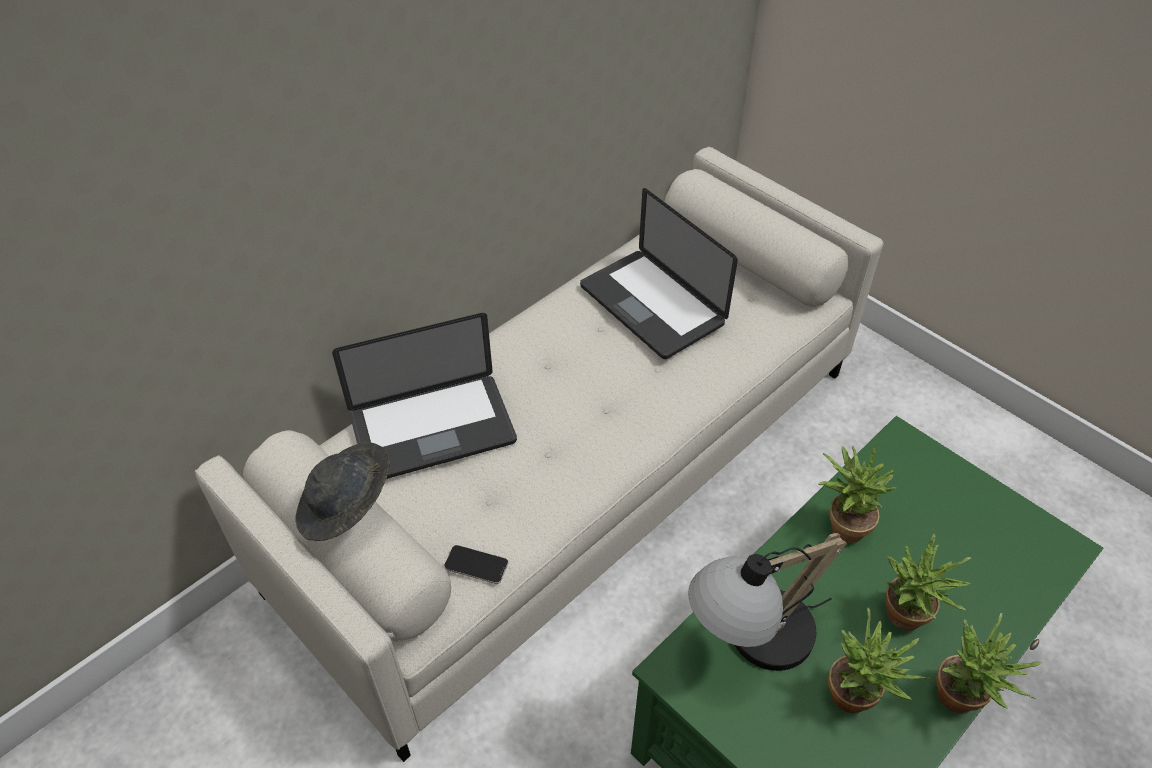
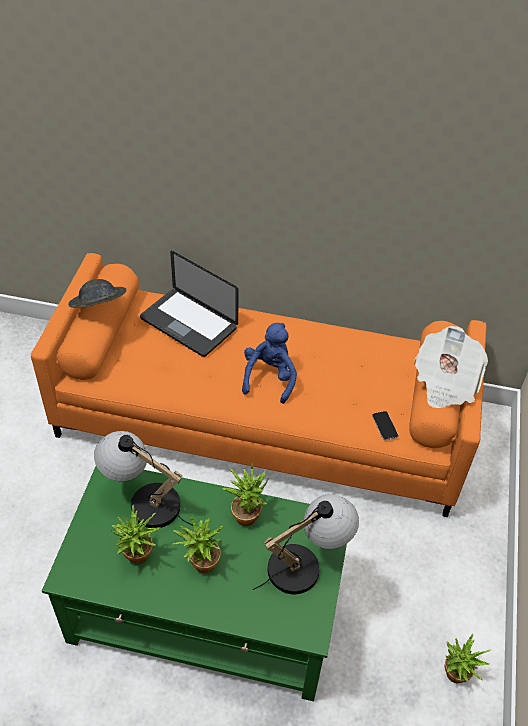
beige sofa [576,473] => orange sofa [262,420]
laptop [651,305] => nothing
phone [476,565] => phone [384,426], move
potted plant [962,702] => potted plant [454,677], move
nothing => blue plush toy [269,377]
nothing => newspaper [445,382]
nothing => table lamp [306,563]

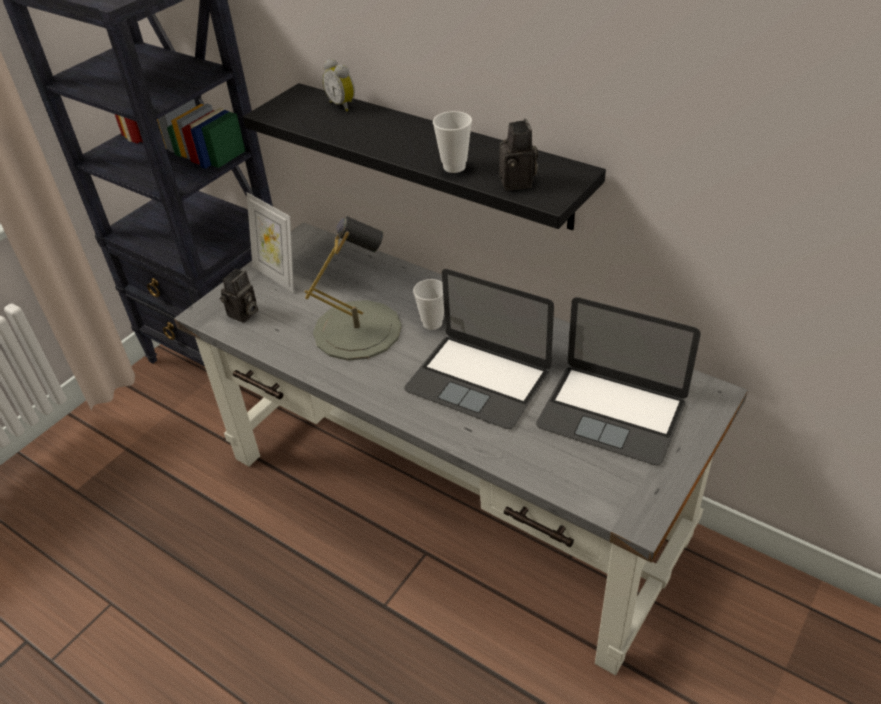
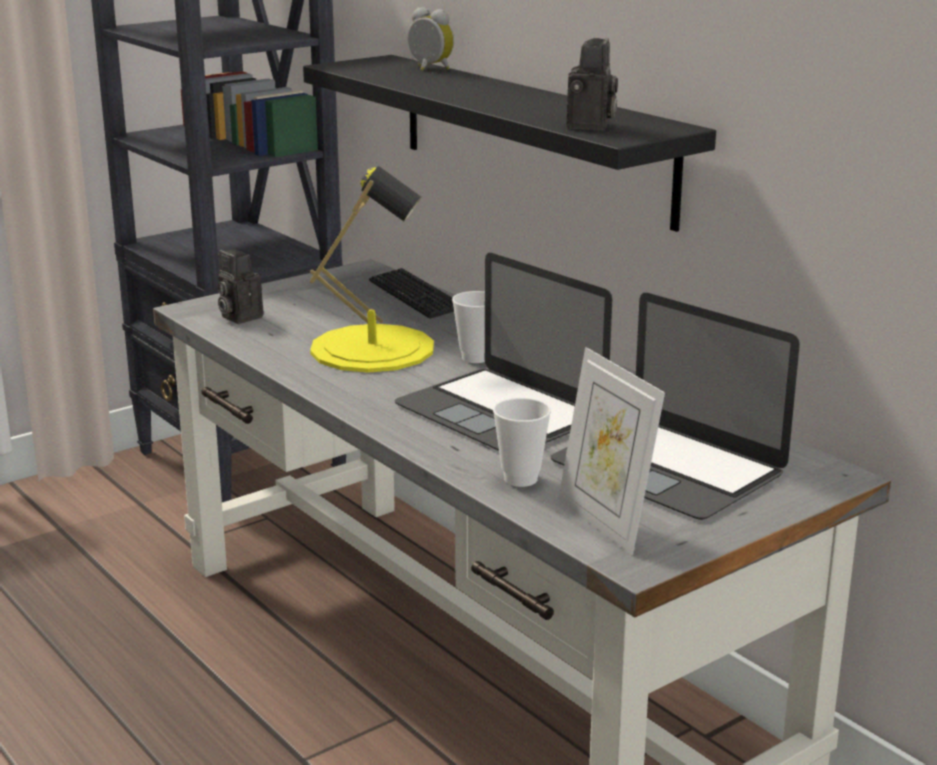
alarm clock [343,105] => alarm clock [429,69], 150 degrees clockwise
cup [454,167] => cup [520,479], move
picture frame [278,276] => picture frame [605,523], move
grey table lamp [357,330] => yellow table lamp [373,348]
photo camera [243,314] => photo camera [238,316], 90 degrees clockwise
nothing => keyboard [415,296]

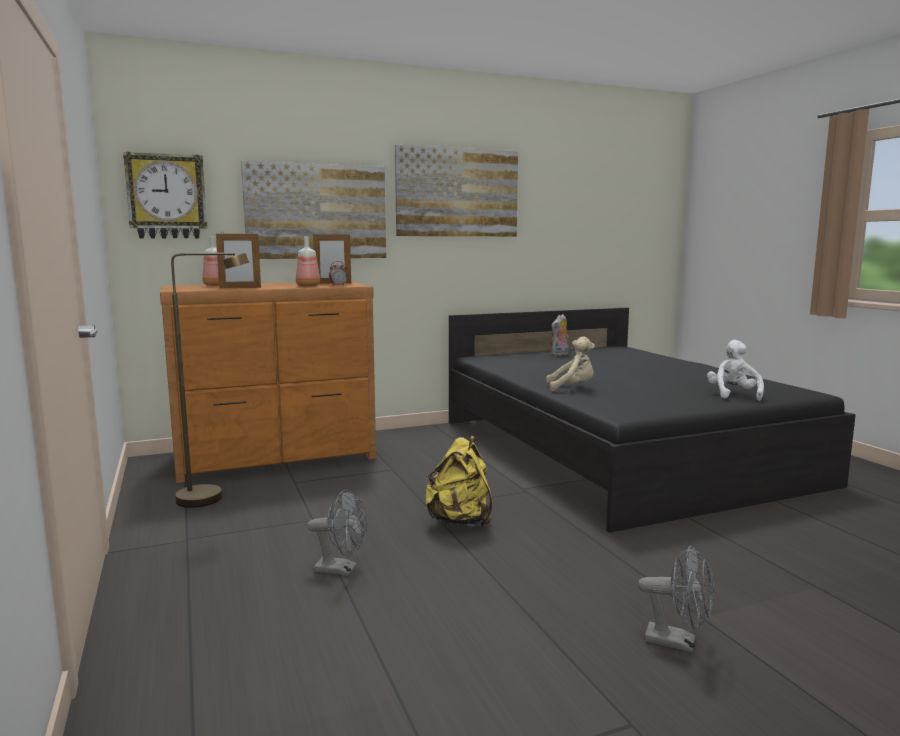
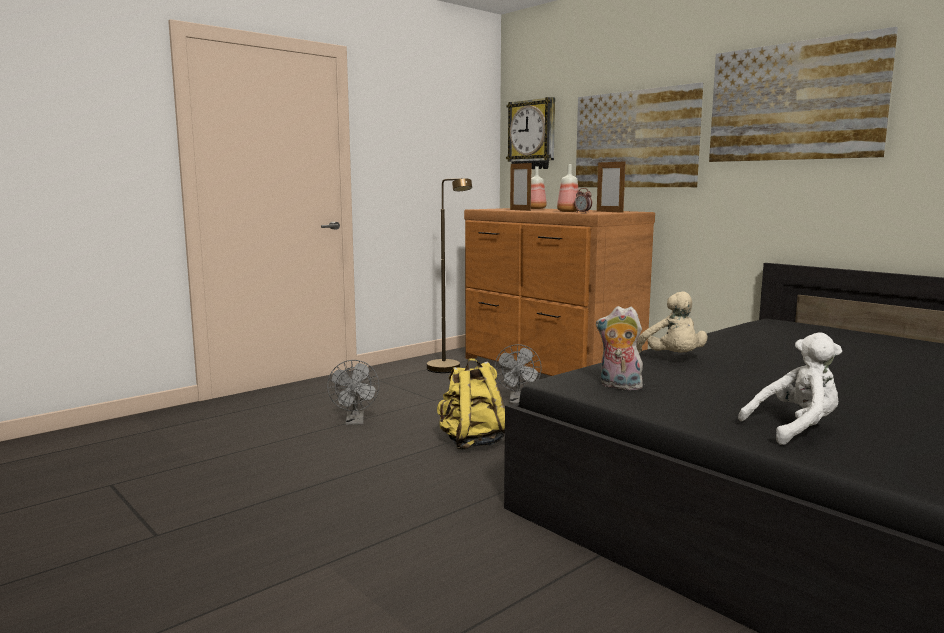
plush toy [560,354] => plush toy [618,386], move
grey fan [678,642] => grey fan [518,401], move

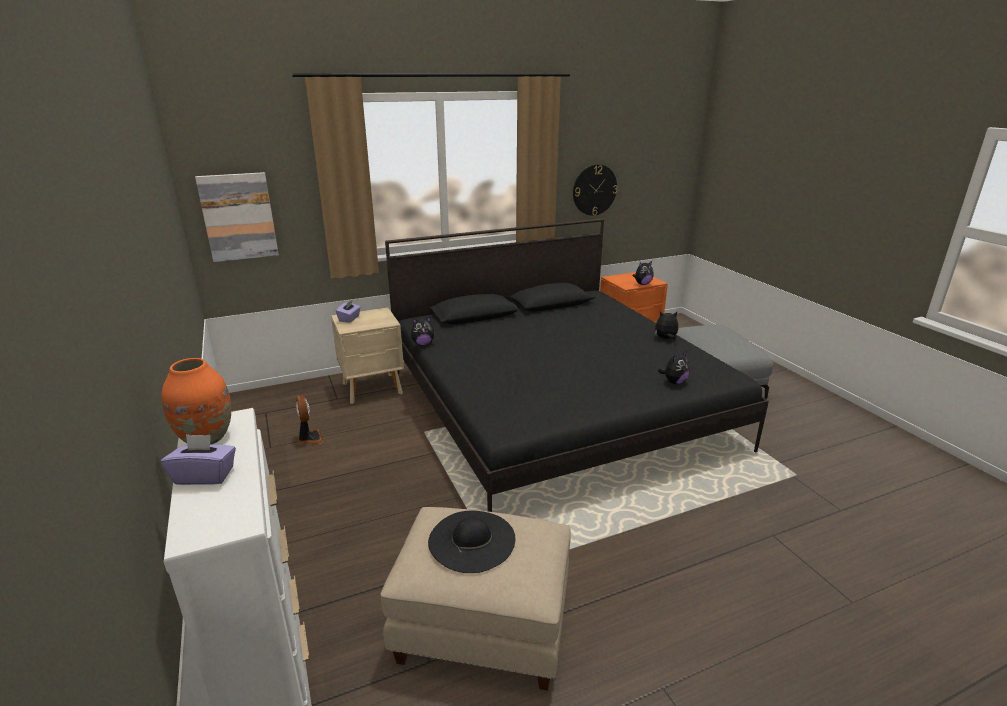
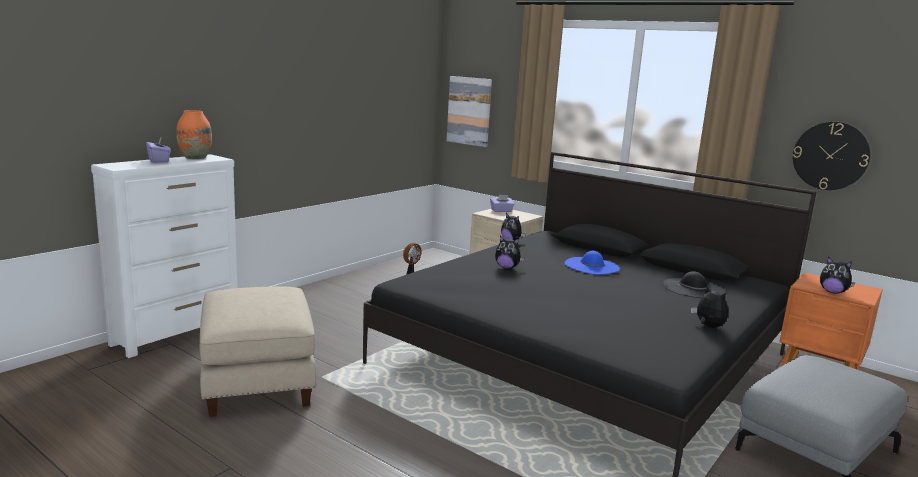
plush toy [674,382] => plush toy [507,267], move
black hat [472,540] => black hat [693,288], move
nothing => blue hat [591,266]

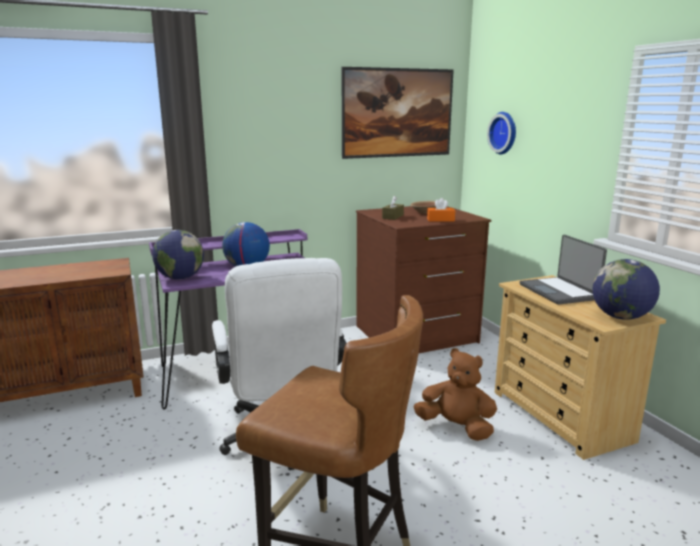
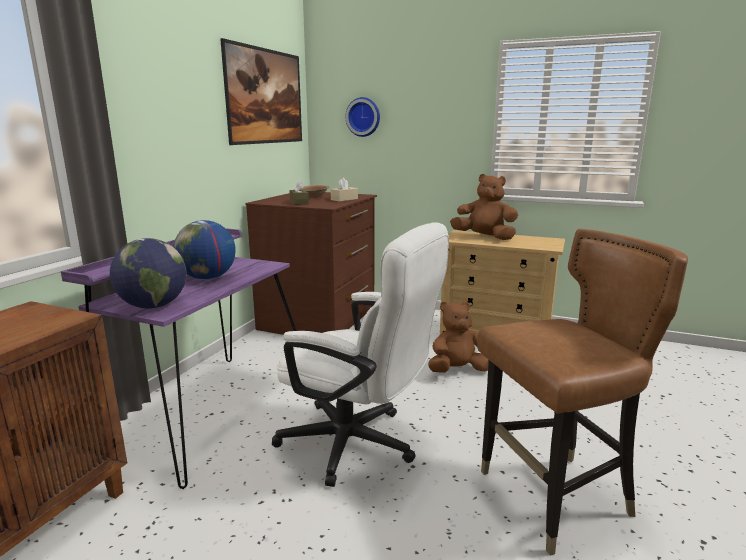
orange tissue box [440,220] => beige tissue box [344,199]
laptop [559,292] => brown plush toy [484,237]
globe [620,317] => nothing

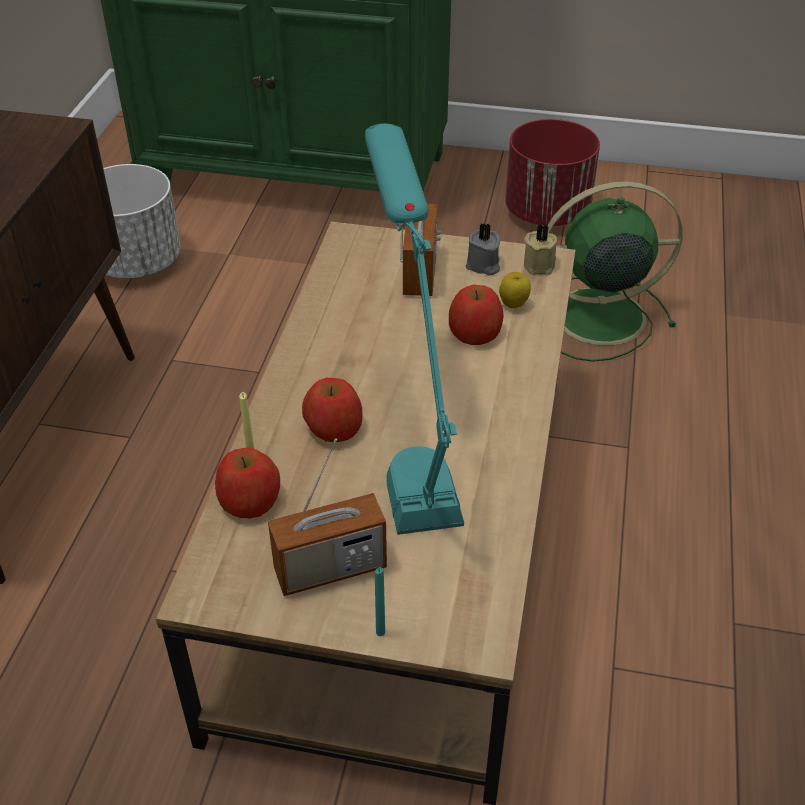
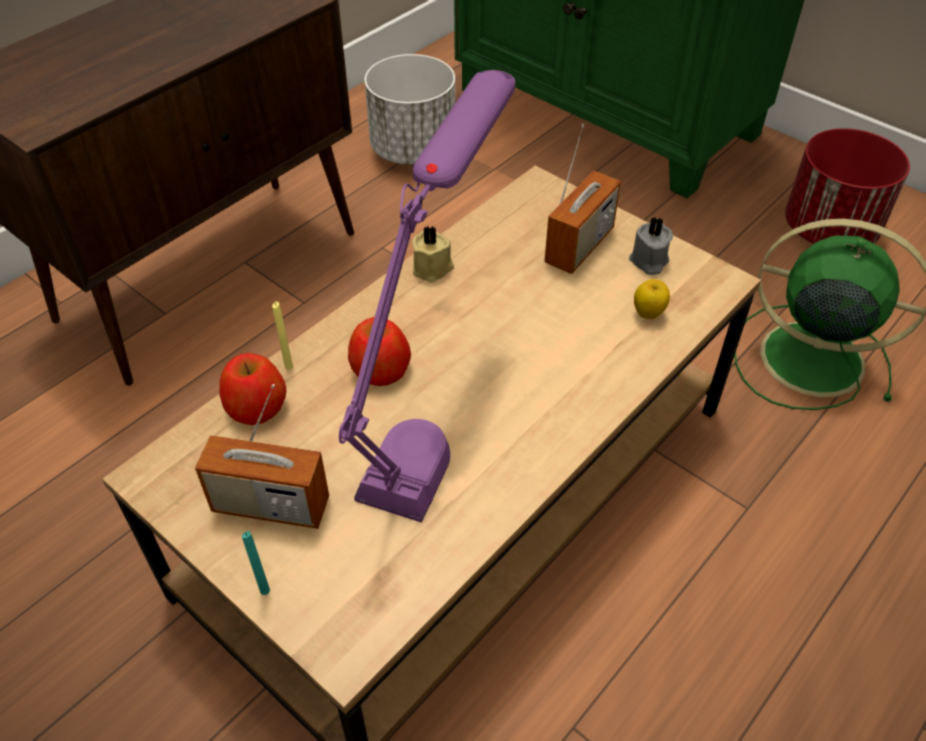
turquoise table lamp [410,446] => purple table lamp [434,417]
beige candle [540,264] => beige candle [433,269], move
apple [475,332] => nothing

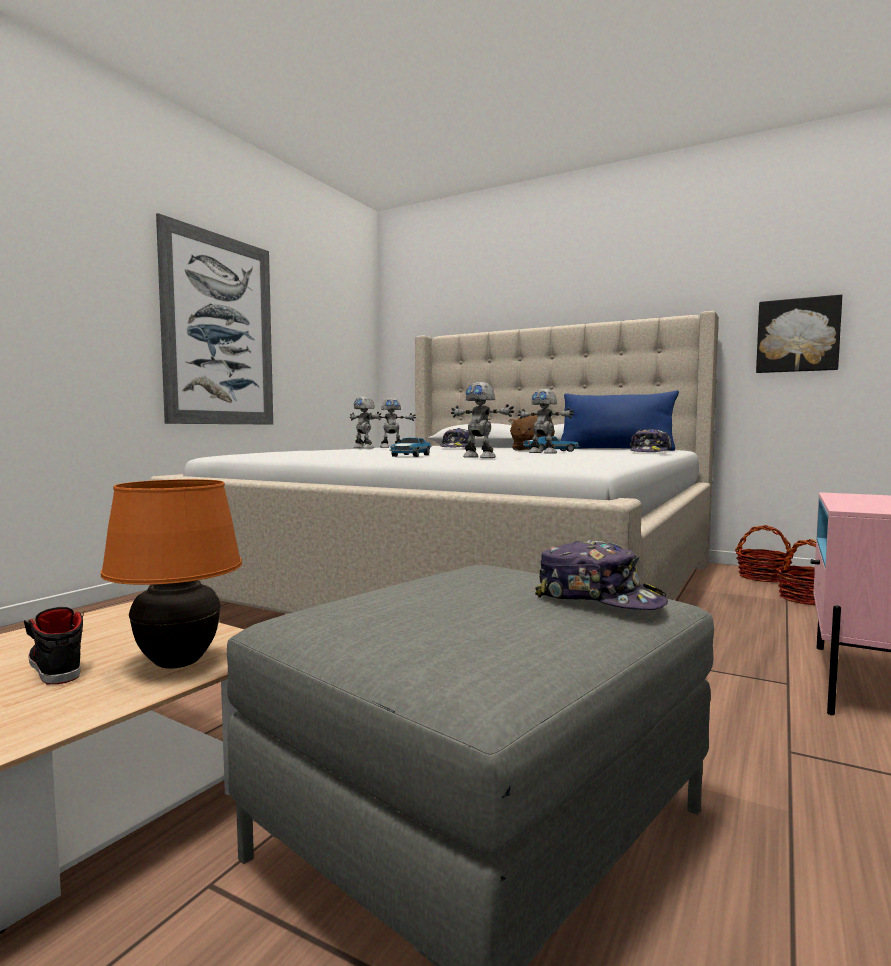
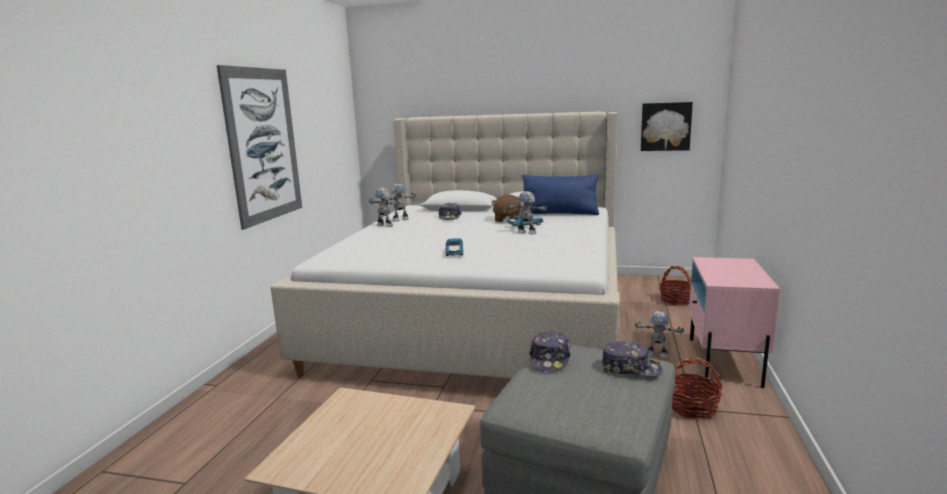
toy robot [480,457] => toy robot [657,354], move
cap [650,452] => cap [550,359], move
orange table lamp [177,663] => nothing
basket [763,577] => basket [692,408], move
black shoe [55,665] => nothing

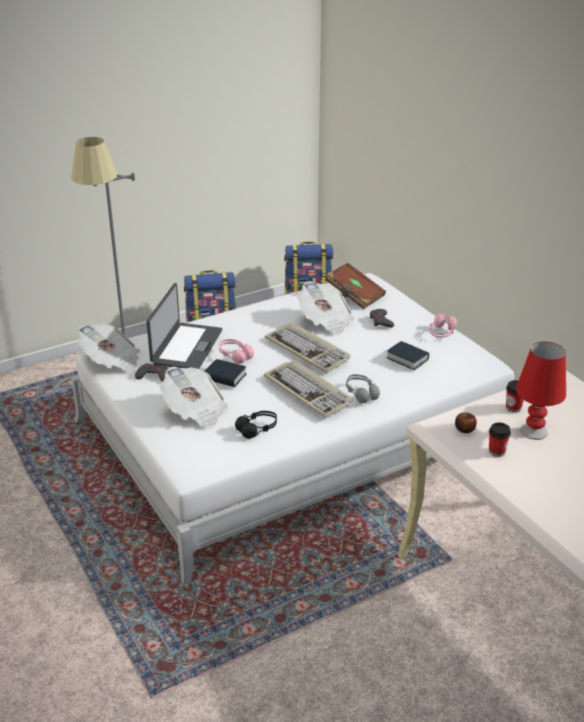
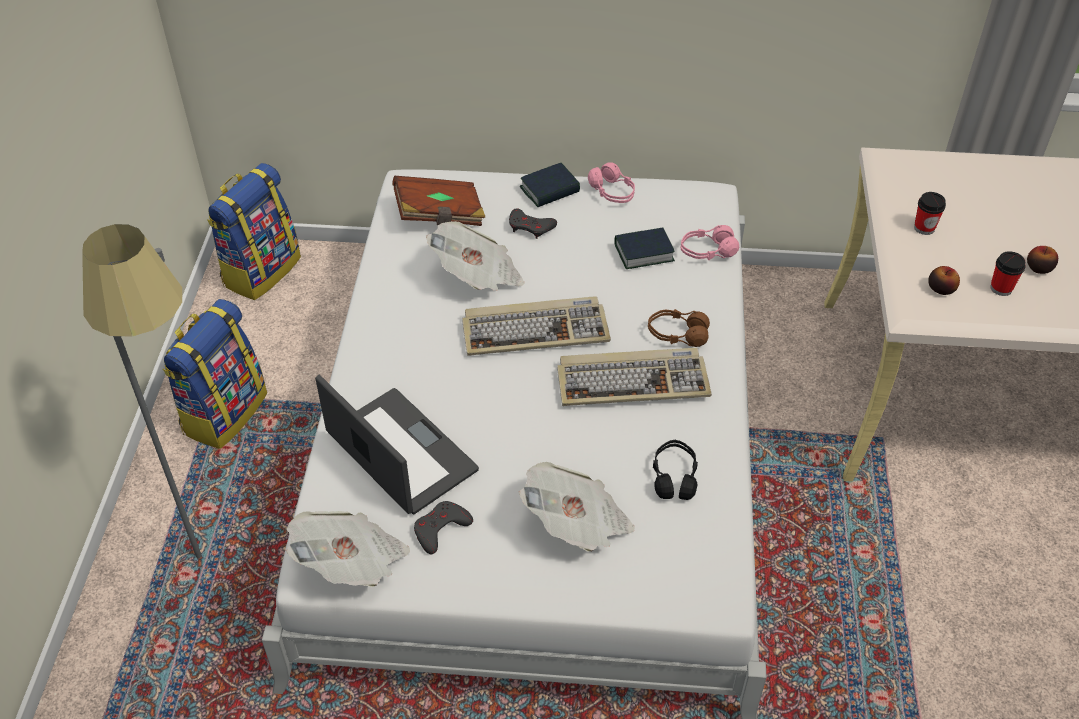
pink headphones [235,356] => pink headphones [707,251], move
red table lamp [534,431] => nothing
book [225,377] => book [550,190], move
grey headphones [361,393] => brown headphones [677,335]
nothing => apple [1038,268]

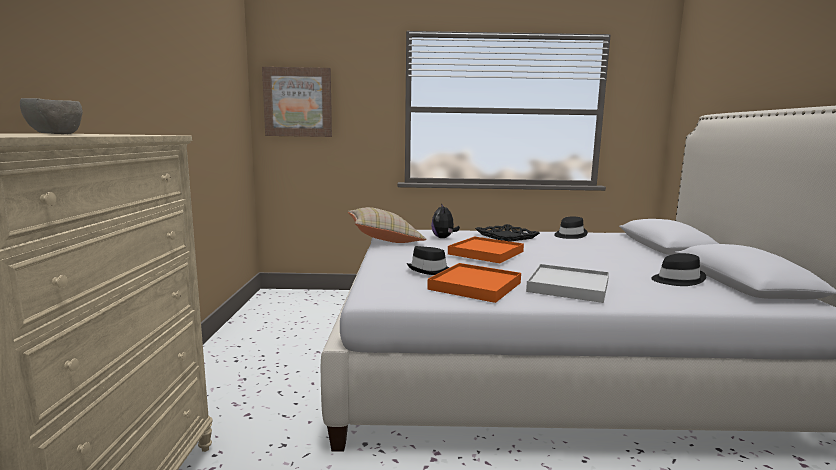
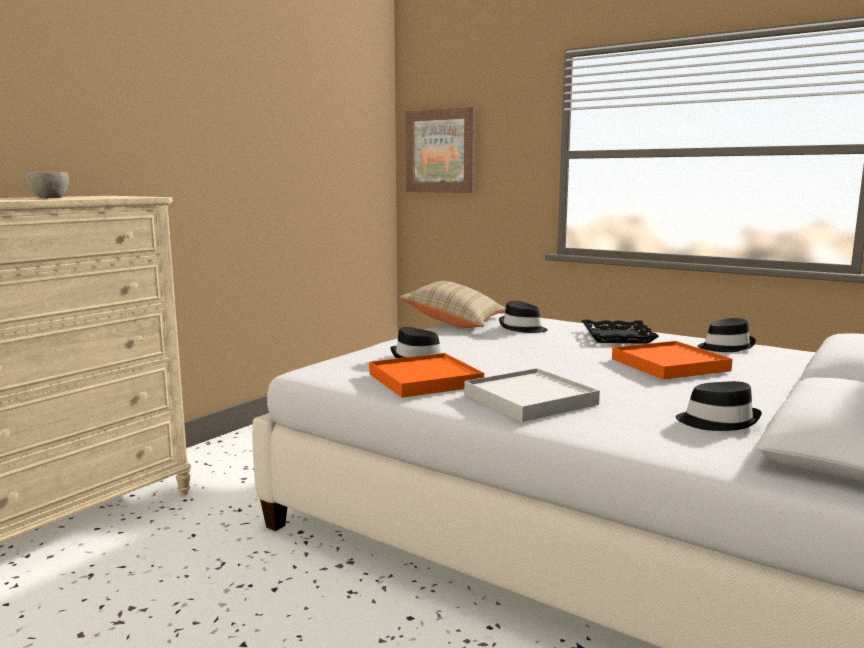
plush toy [444,238] => black hat [522,328]
orange tray [485,253] => orange tray [669,365], move

